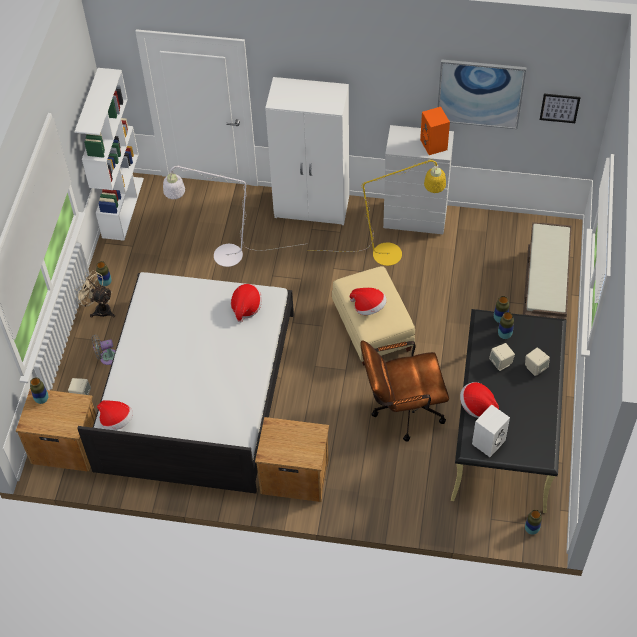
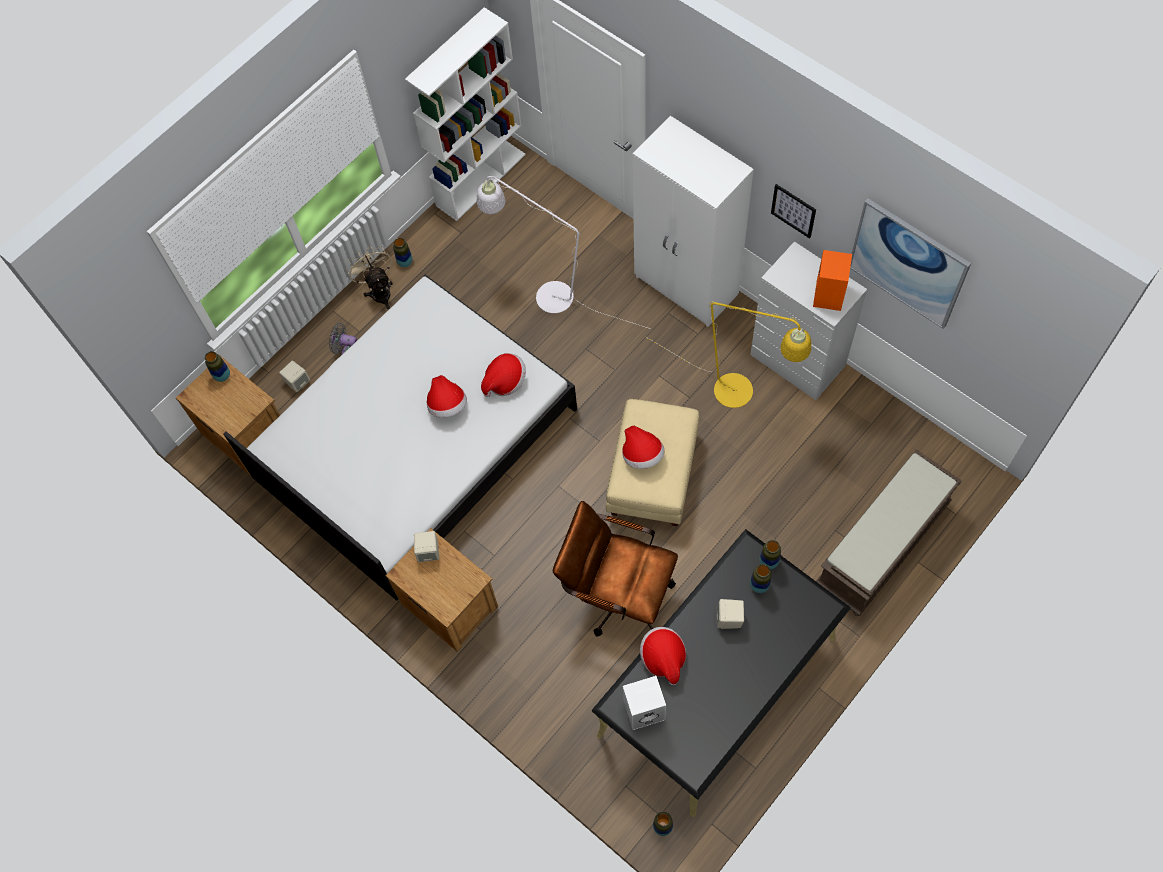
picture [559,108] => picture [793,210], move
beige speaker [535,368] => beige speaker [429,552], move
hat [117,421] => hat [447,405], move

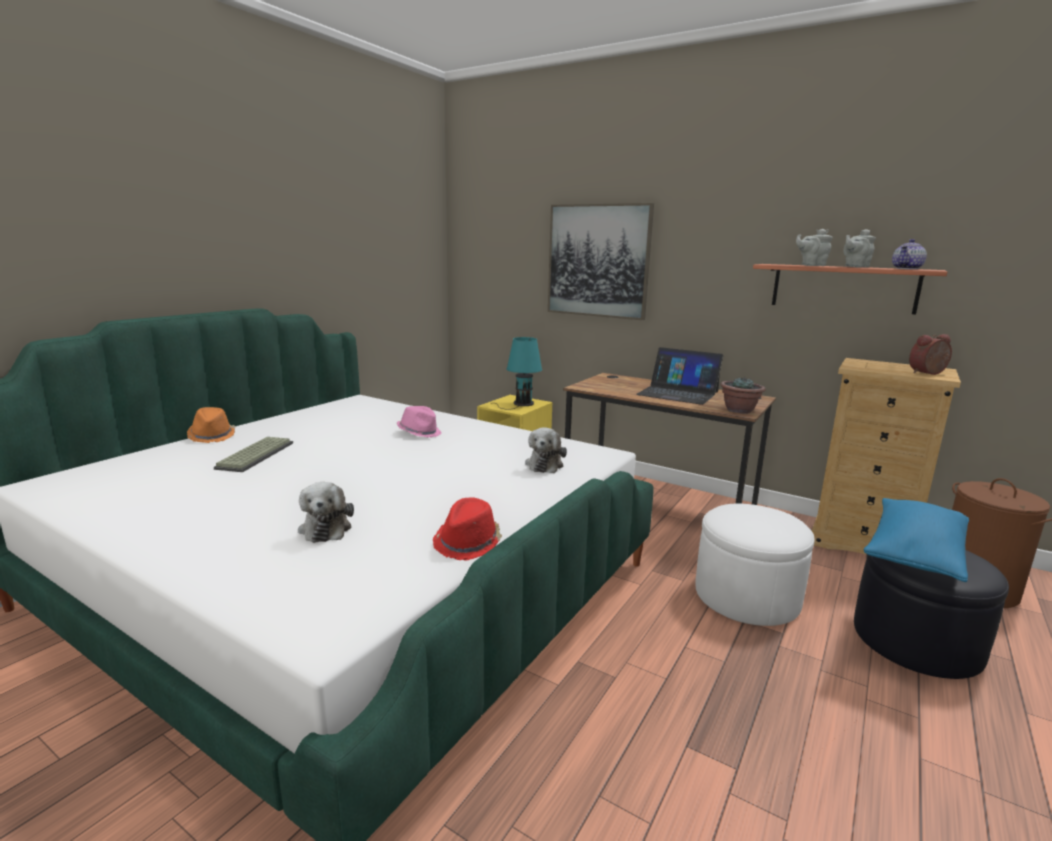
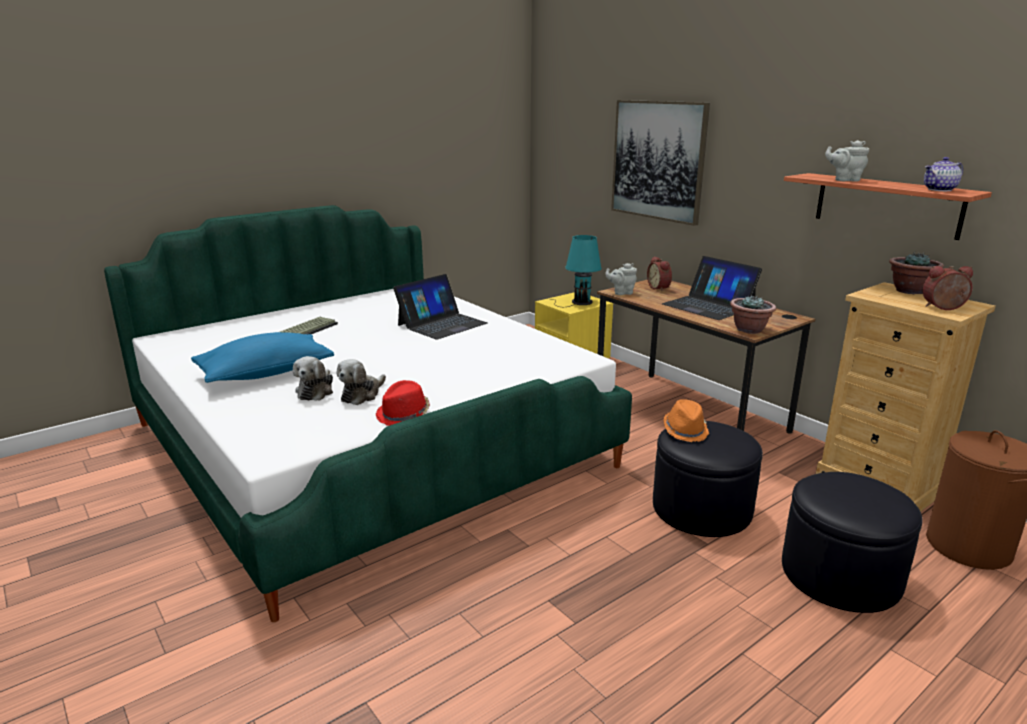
grey teapot [855,267] => grey teapot [621,293], move
pink hat [419,433] => laptop [442,324]
orange hat [212,436] => orange hat [685,430], move
plush toy [545,464] => plush toy [362,395], move
blue pillow [914,554] => blue pillow [265,373], move
white ottoman [747,595] => black ottoman [702,509]
nothing => potted plant [909,291]
nothing => alarm clock [659,288]

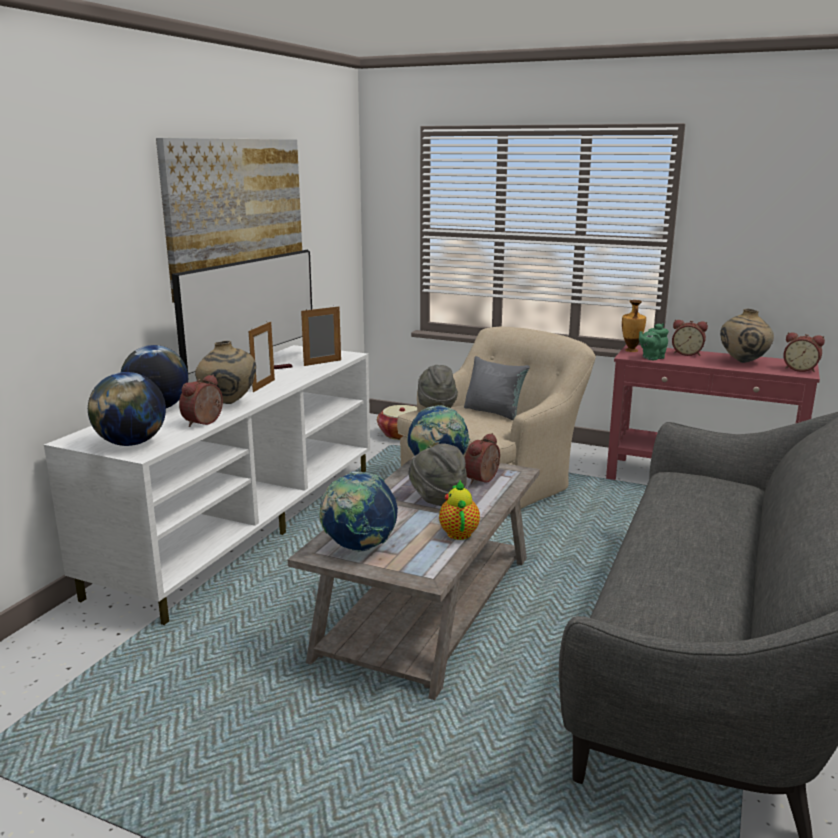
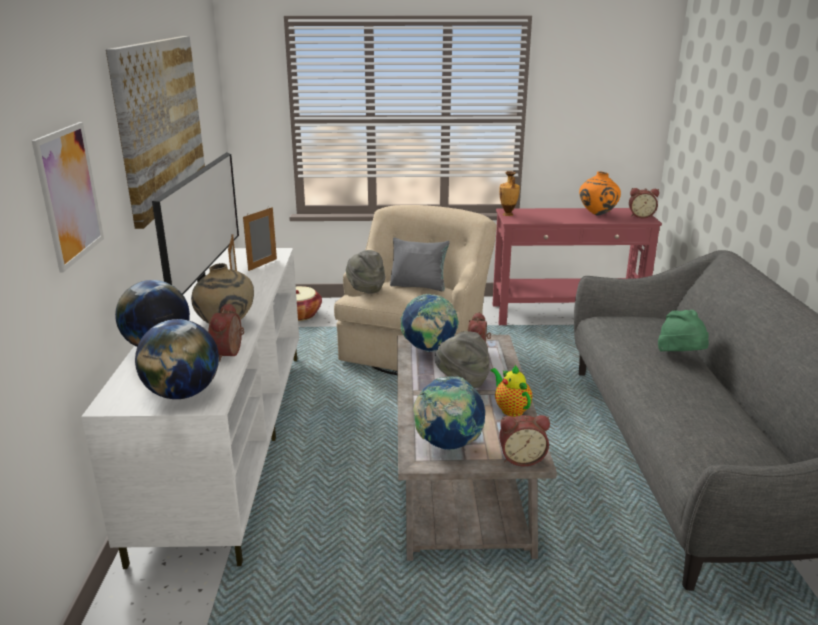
beige vase [743,362] => orange vase [597,215]
alarm clock [687,353] => alarm clock [521,458], move
green teapot [651,358] => nothing
nothing => picture [69,194]
nothing => green hat [681,357]

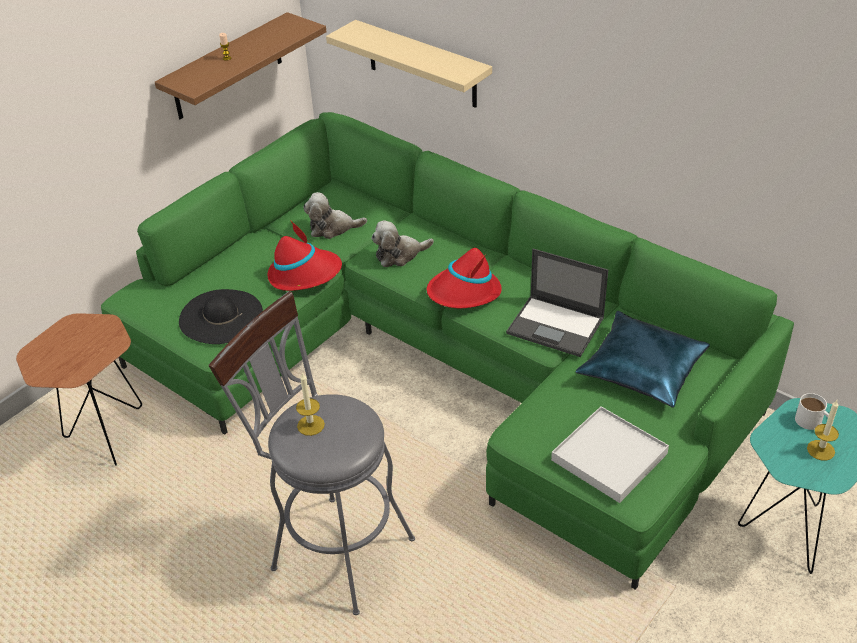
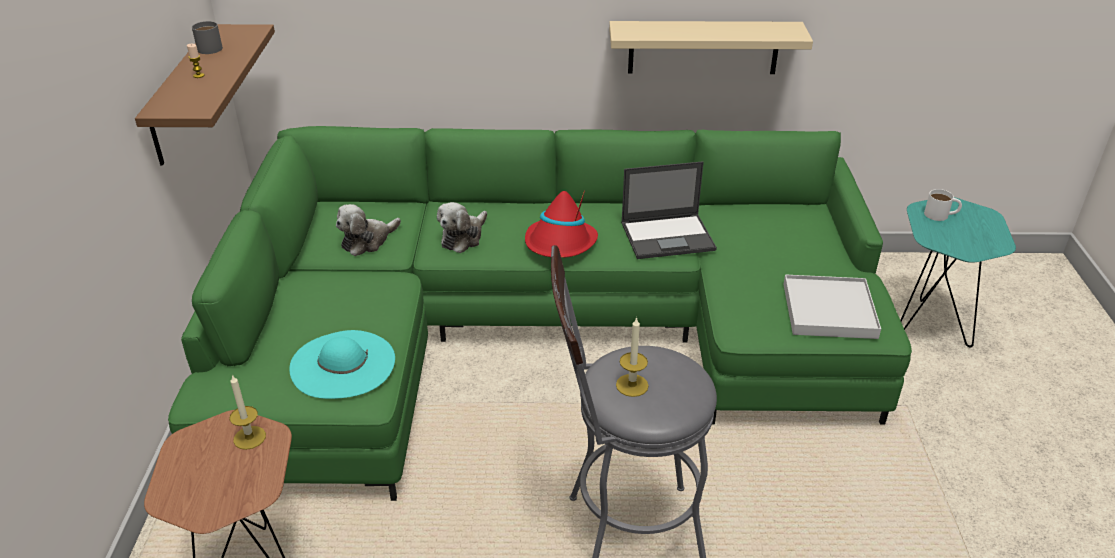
beige shelf [422,64] => beige shelf [703,47], move
red hat [305,274] => nothing
black hat [220,316] => turquoise hat [342,364]
blue pillow [641,369] => nothing
candle [820,450] => candle [249,437], move
nothing => grey mug [211,47]

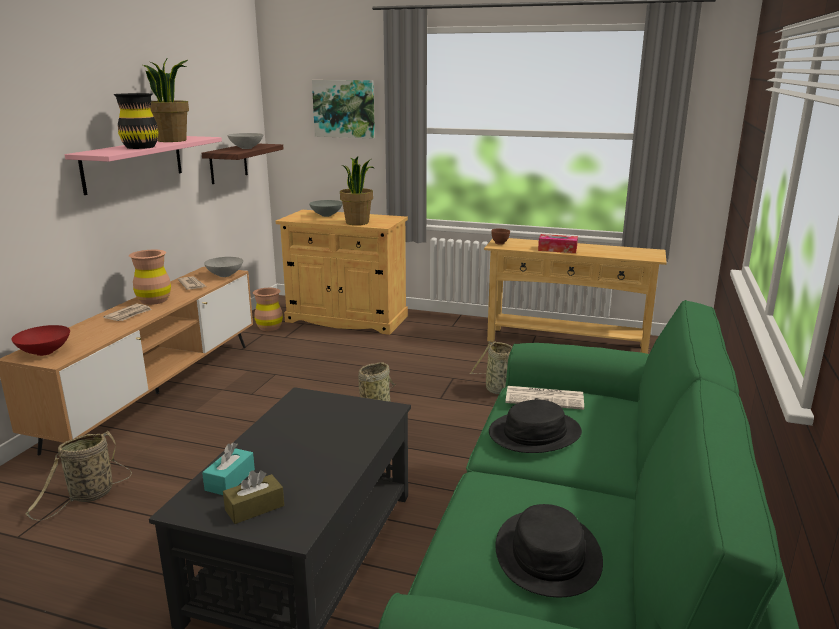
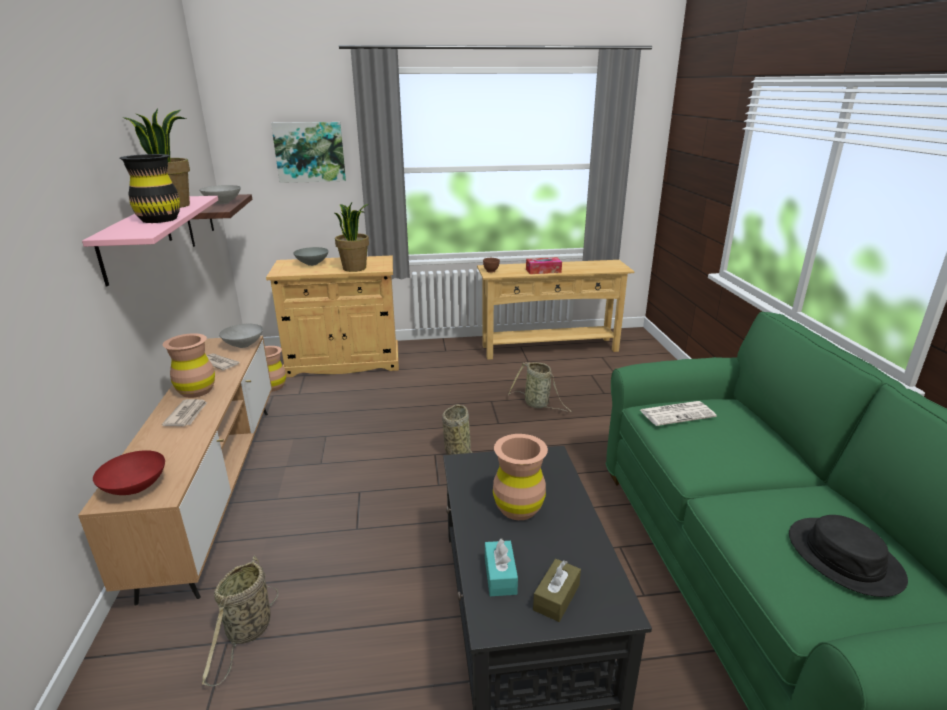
black hat [535,433] => nothing
nothing => brown vase [518,508]

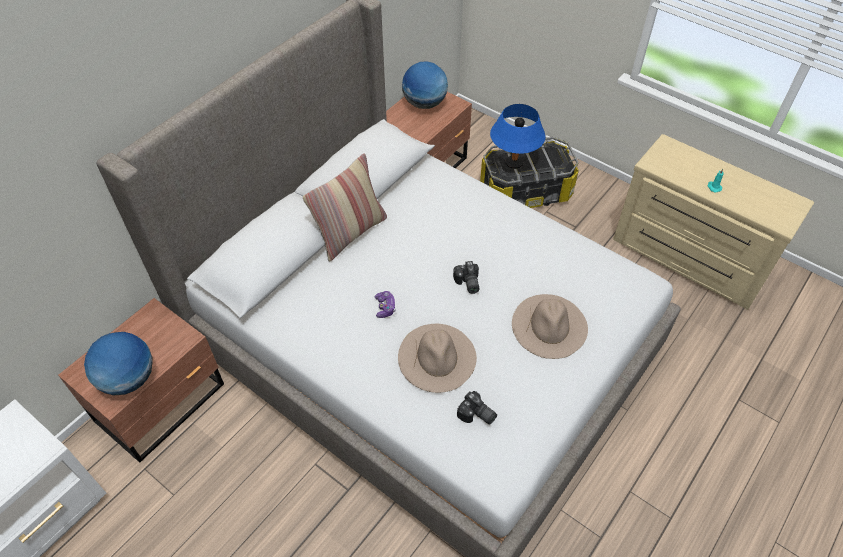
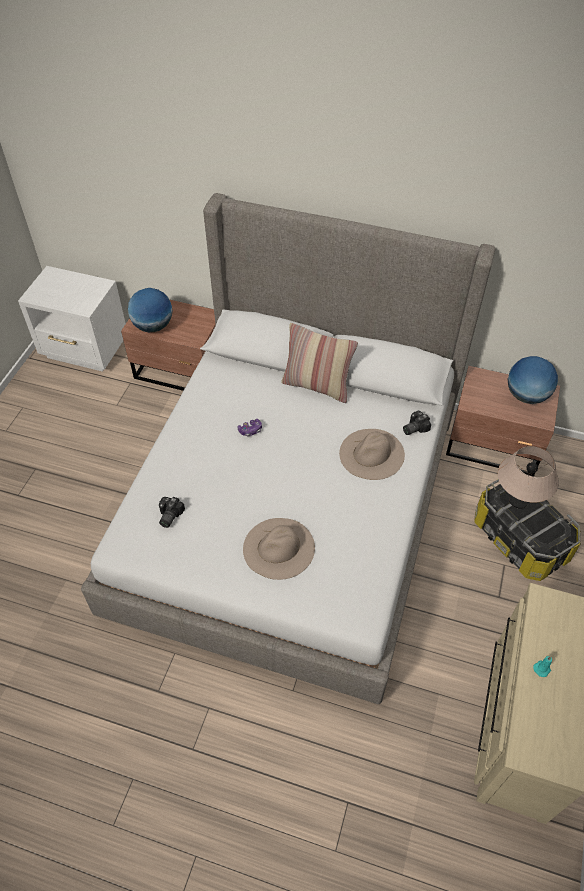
blue table lamp [514,163] => beige table lamp [517,501]
photo camera [467,283] => photo camera [413,428], move
beige hat [437,357] => beige hat [372,454], move

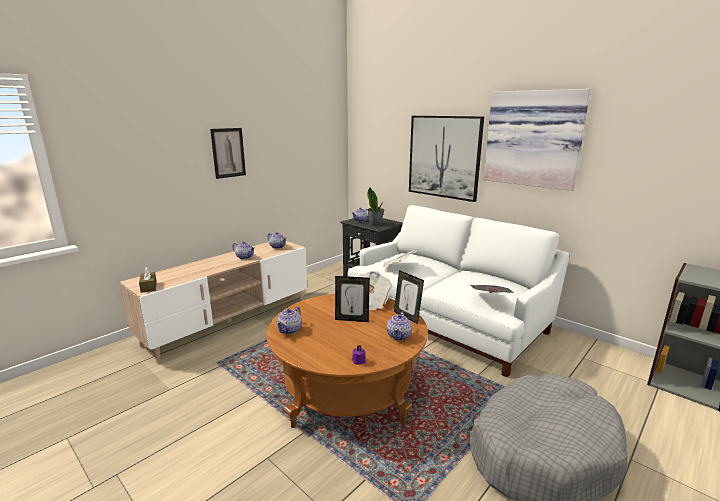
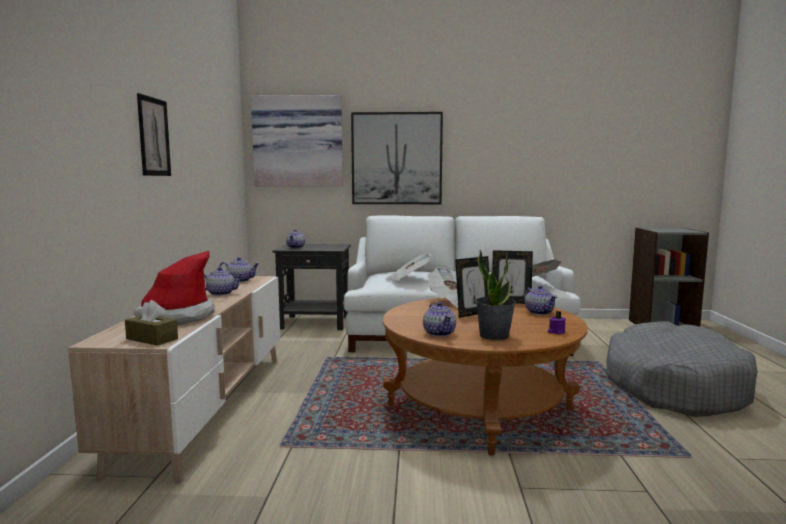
picture [533,139] => picture [298,141], move
potted plant [375,224] => potted plant [494,335], move
nothing => hat [176,317]

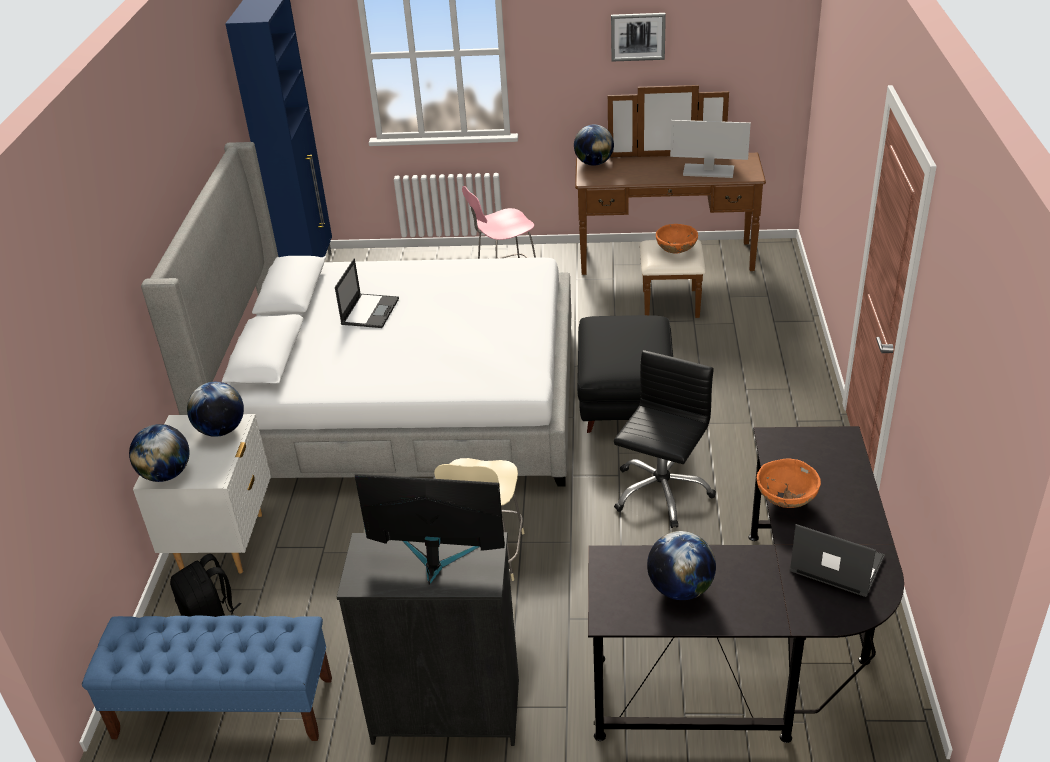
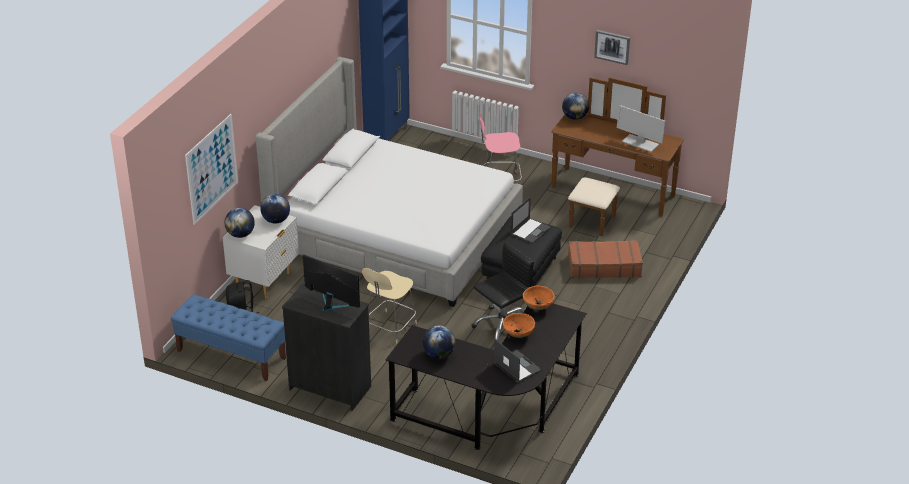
orange bowl [676,251] => orange bowl [538,307], move
laptop [370,311] => laptop [530,231], move
nothing => picture [212,168]
nothing => brown suitcase [604,266]

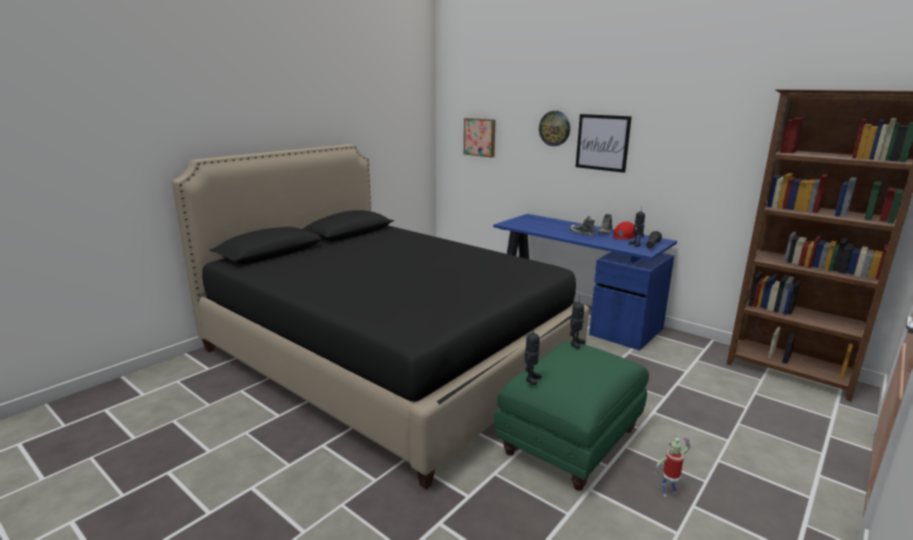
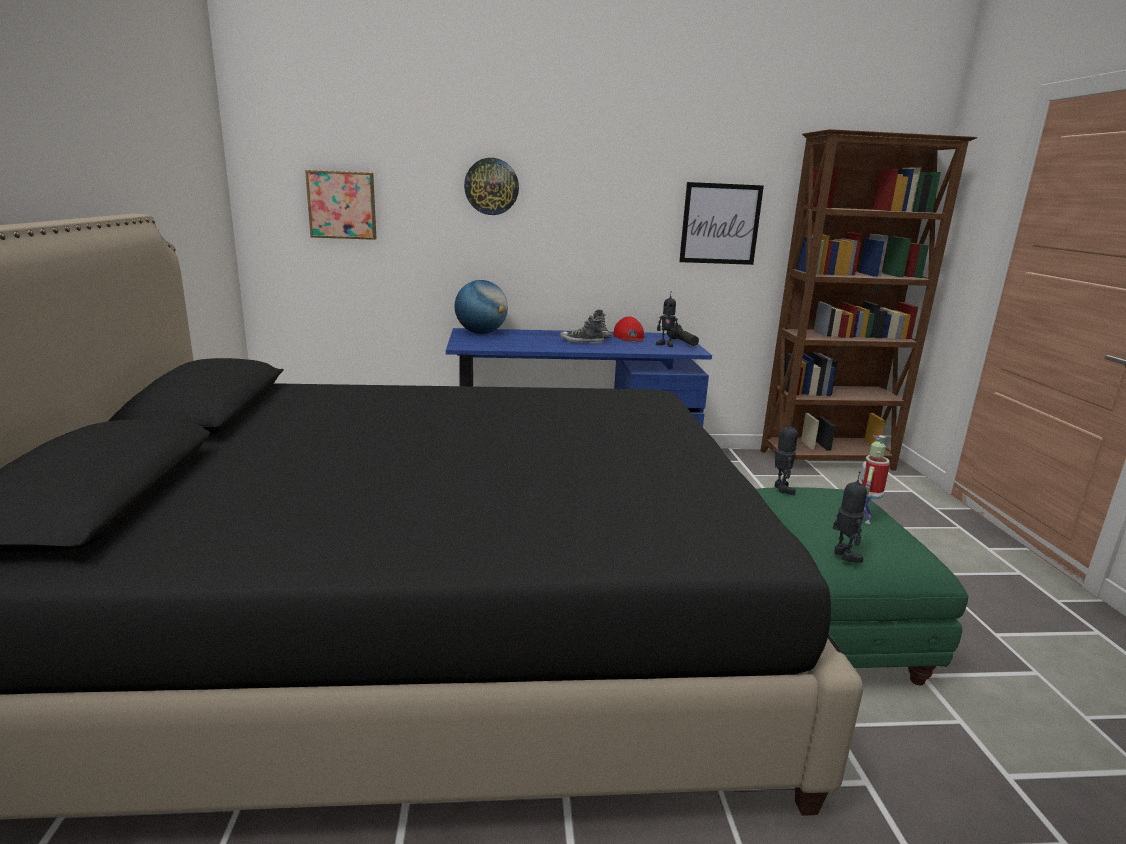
picture [602,142] => picture [720,224], move
toy robot [668,492] => toy robot [864,518], move
nothing => globe [481,333]

